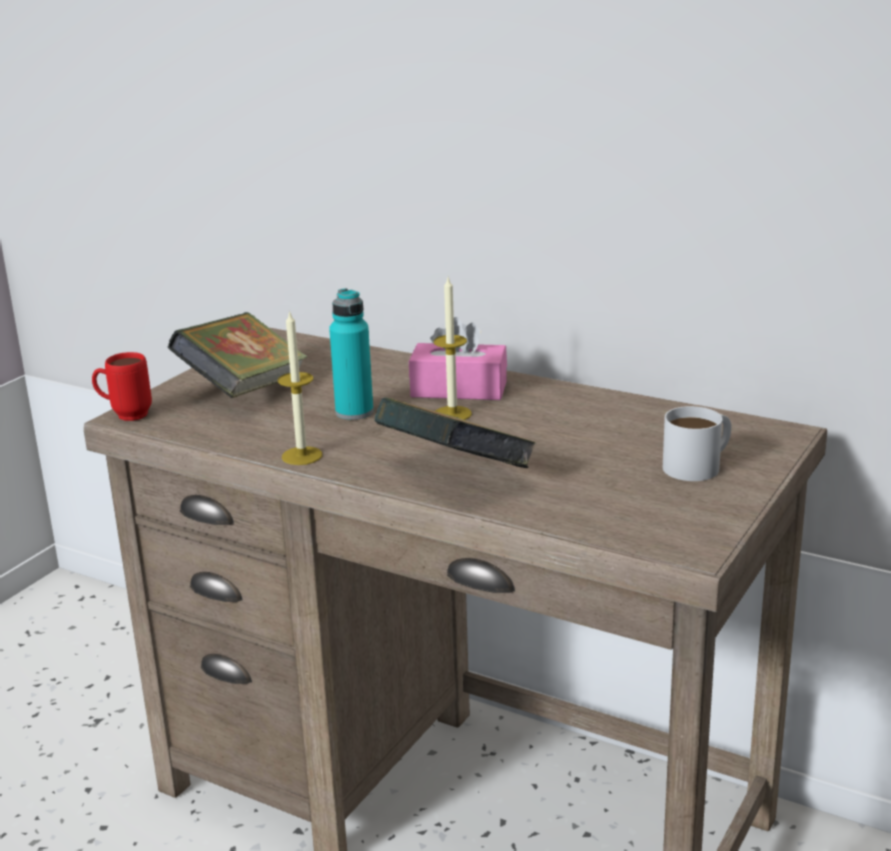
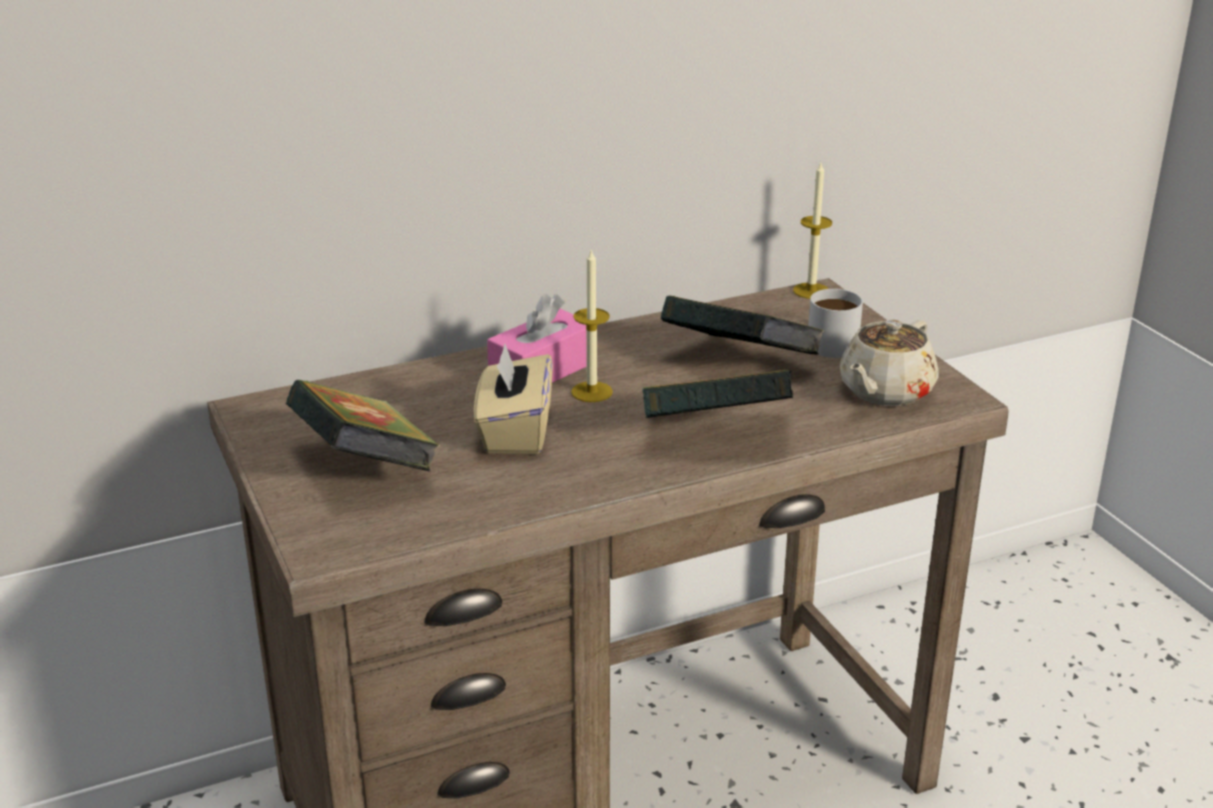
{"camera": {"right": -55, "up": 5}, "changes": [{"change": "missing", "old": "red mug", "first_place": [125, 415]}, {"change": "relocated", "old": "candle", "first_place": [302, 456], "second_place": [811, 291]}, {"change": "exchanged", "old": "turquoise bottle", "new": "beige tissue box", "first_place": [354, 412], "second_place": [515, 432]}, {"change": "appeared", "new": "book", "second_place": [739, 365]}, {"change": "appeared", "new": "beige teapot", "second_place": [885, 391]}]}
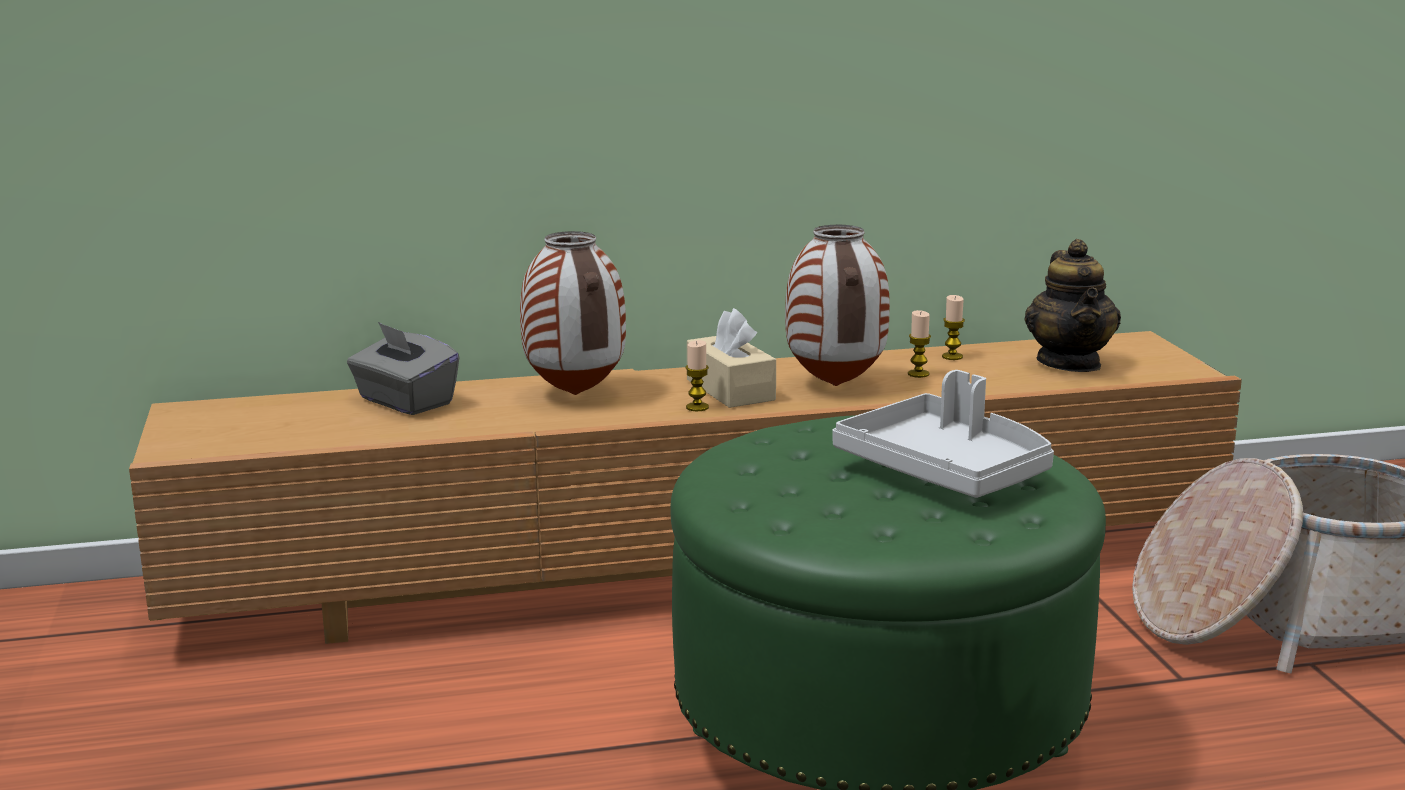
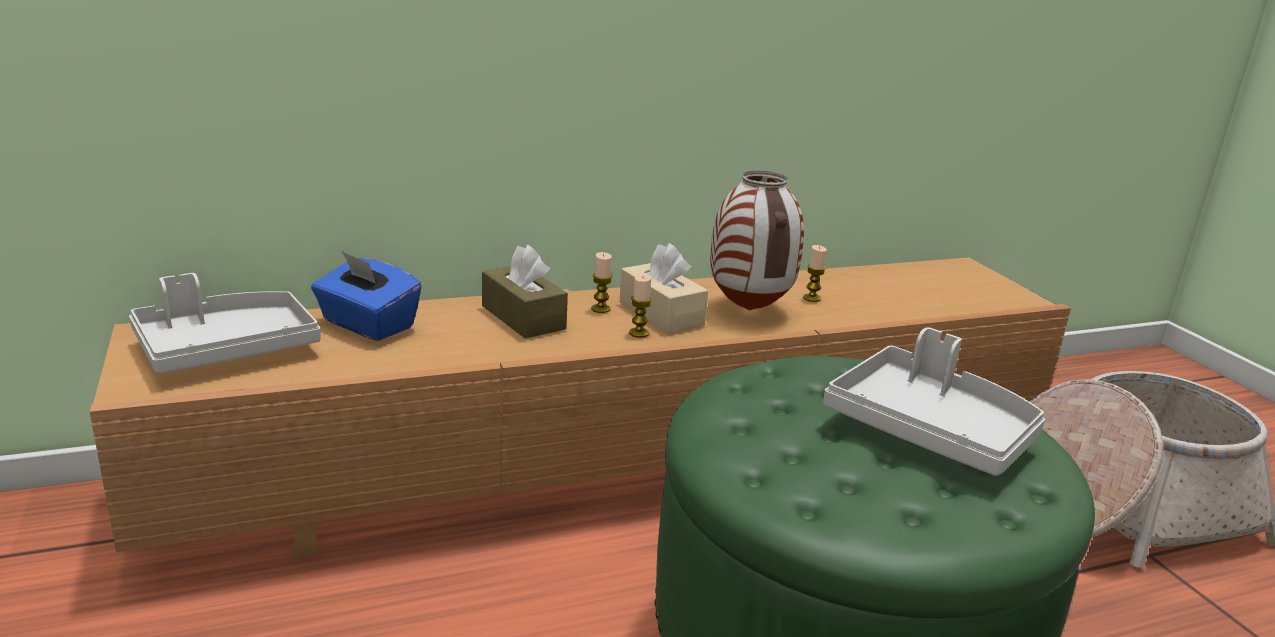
{"camera": {"right": -10, "up": 5}, "changes": [{"change": "colour", "old": "grey tissue box", "new": "blue tissue box", "first_place": [404, 402], "second_place": [367, 325]}, {"change": "exchanged", "old": "vase", "new": "brown tissue box", "first_place": [573, 394], "second_place": [523, 317]}, {"change": "relocated", "old": "candle", "first_place": [952, 357], "second_place": [600, 309]}, {"change": "missing", "old": "teapot", "first_place": [1070, 363]}, {"change": "appeared", "new": "grey tray", "second_place": [226, 349]}]}
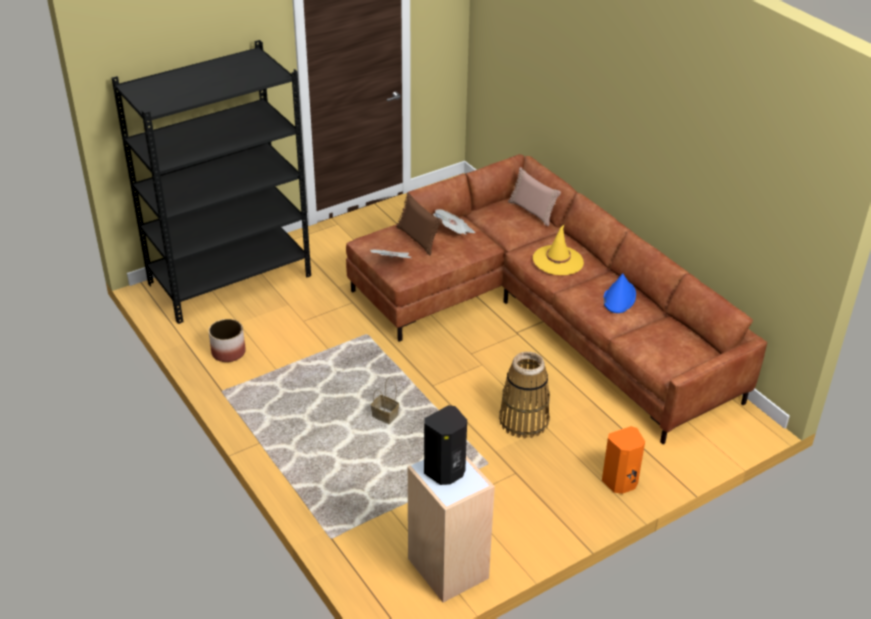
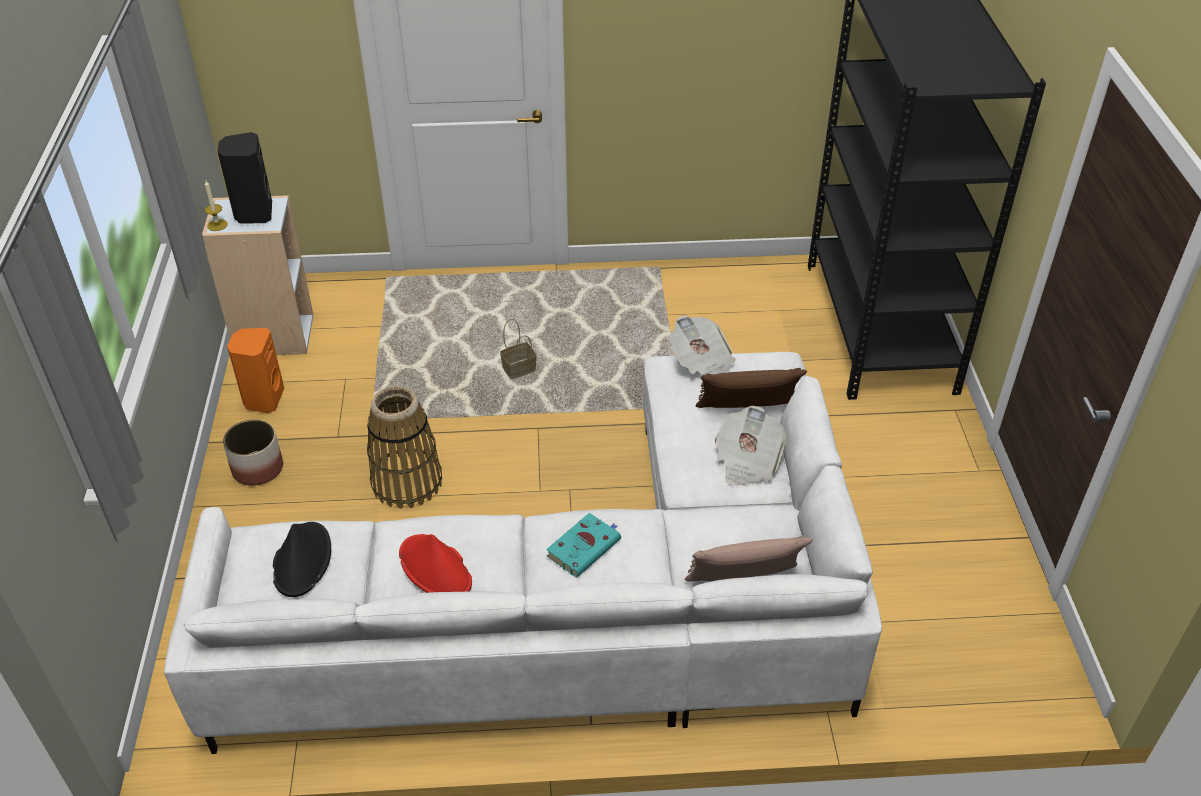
{"camera": {"right": 120, "up": 5}, "changes": [{"change": "relocated", "old": "planter", "first_place": [228, 352], "second_place": [258, 468]}, {"change": "colour", "old": "brown sofa", "new": "white sofa", "first_place": [545, 318], "second_place": [586, 610]}, {"change": "exchanged", "old": "yellow hat", "new": "turquoise book", "first_place": [558, 260], "second_place": [585, 547]}, {"change": "relocated", "old": "orange speaker", "first_place": [620, 483], "second_place": [263, 399]}, {"change": "colour", "old": "blue hat", "new": "red hat", "first_place": [619, 298], "second_place": [435, 569]}, {"change": "appeared", "new": "candle", "second_place": [217, 225]}, {"change": "appeared", "new": "black hat", "second_place": [302, 560]}]}
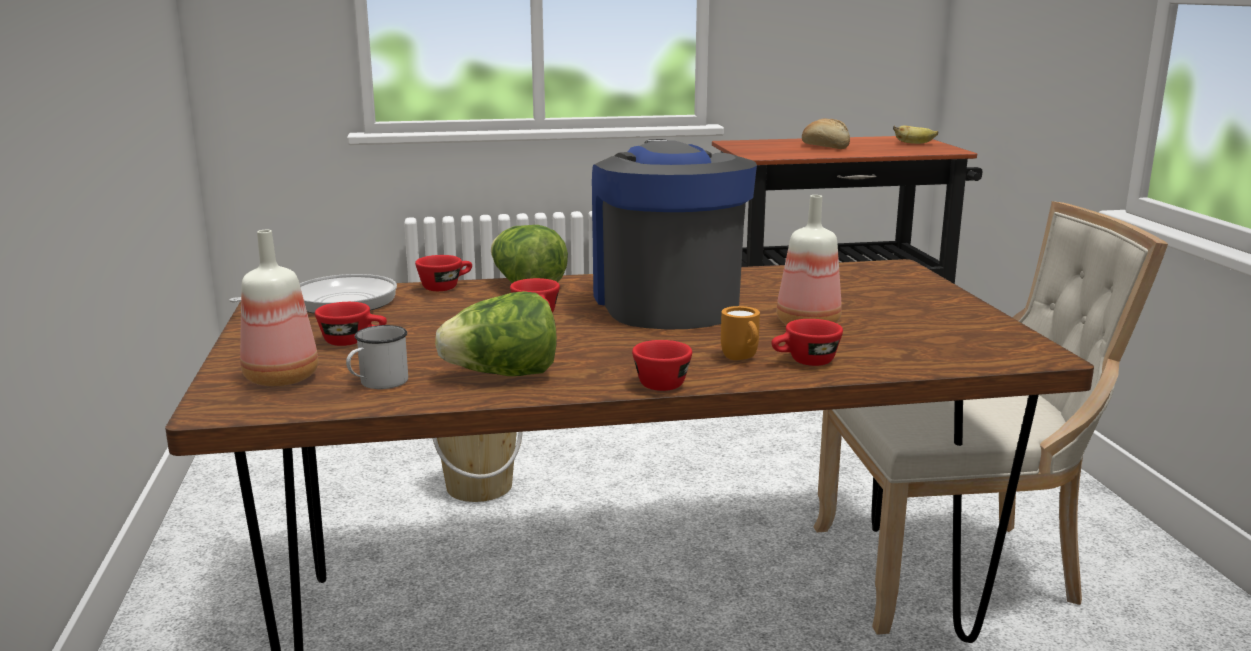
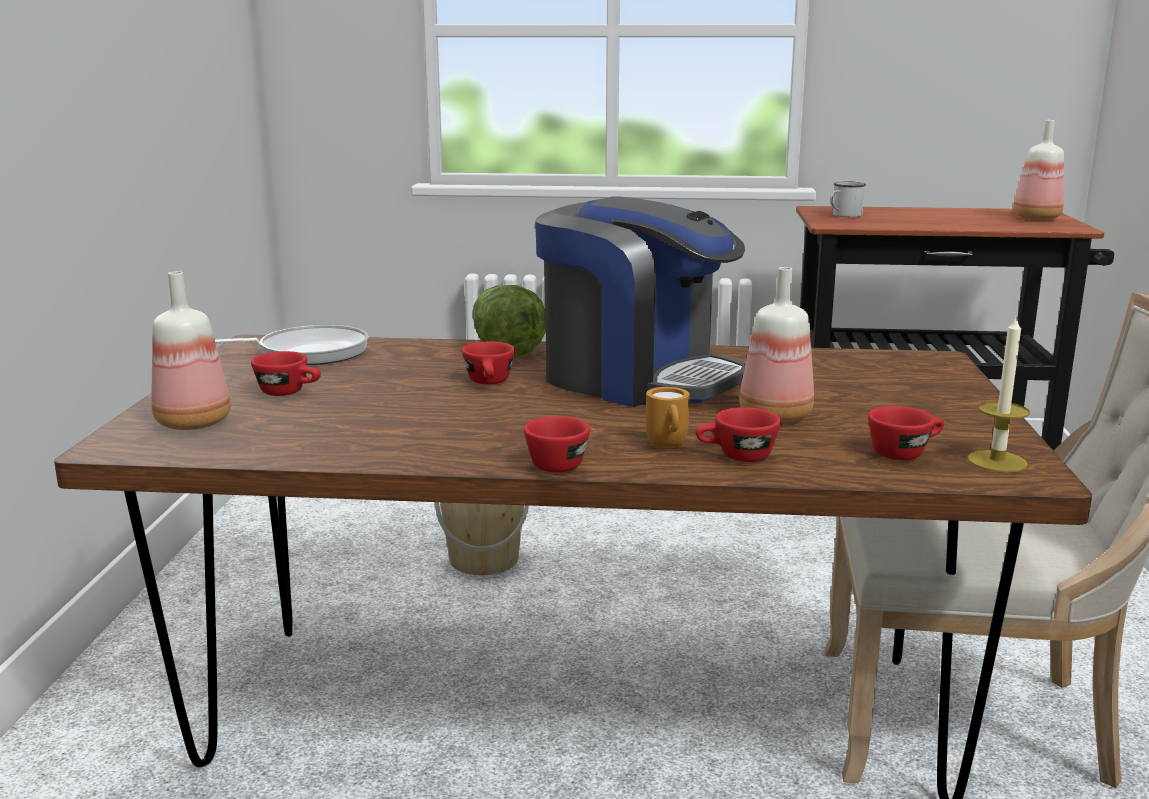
{"camera": {"right": 15, "up": 0}, "changes": [{"change": "relocated", "old": "white mug", "first_place": [378, 383], "second_place": [843, 215]}, {"change": "relocated", "old": "red cup", "first_place": [445, 287], "second_place": [904, 453]}, {"change": "missing", "old": "lettuce", "first_place": [503, 375]}, {"change": "spun", "old": "coffee machine", "first_place": [666, 302], "second_place": [637, 378], "degrees": 120}, {"change": "missing", "old": "bread", "first_place": [825, 146]}, {"change": "exchanged", "old": "banana", "new": "bottle", "first_place": [914, 143], "second_place": [1035, 218]}, {"change": "appeared", "new": "candle", "second_place": [997, 461]}]}
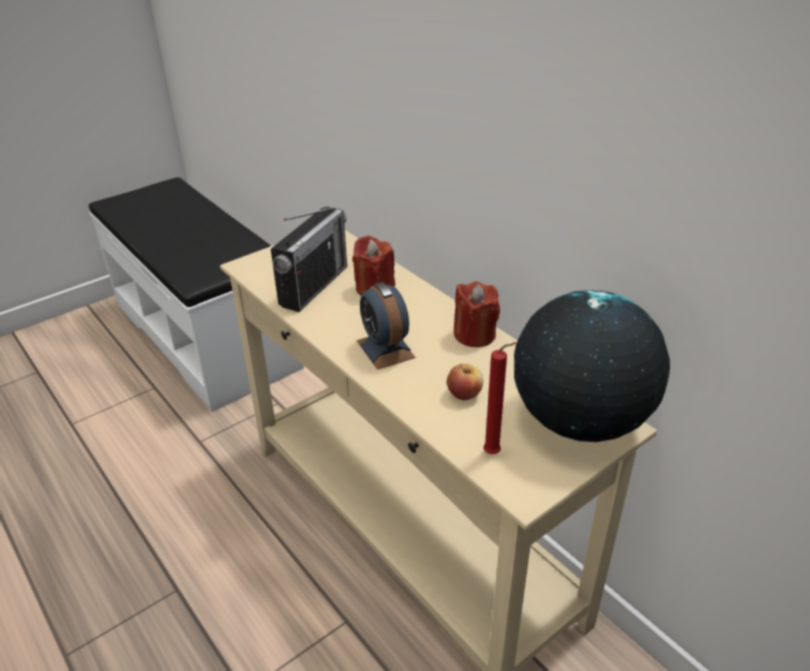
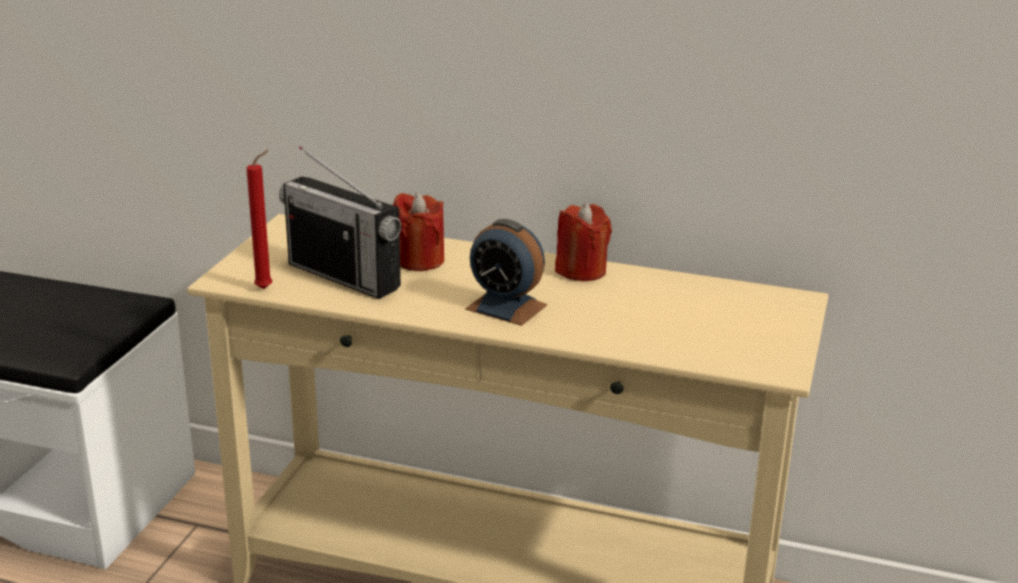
{"camera": {"right": -35, "up": -10}, "changes": [{"change": "spun", "old": "radio", "first_place": [314, 286], "second_place": [344, 276], "degrees": 135}, {"change": "missing", "old": "apple", "first_place": [464, 394]}, {"change": "relocated", "old": "red candle", "first_place": [494, 453], "second_place": [266, 288]}, {"change": "missing", "old": "globe", "first_place": [579, 421]}]}
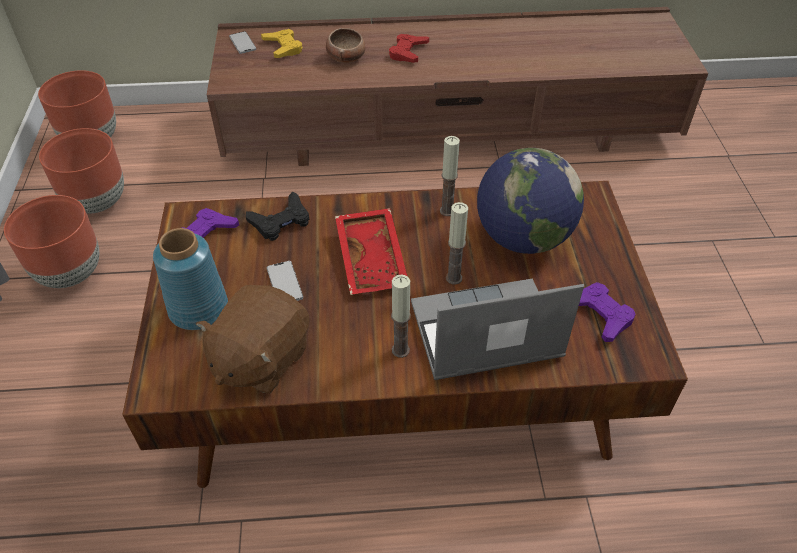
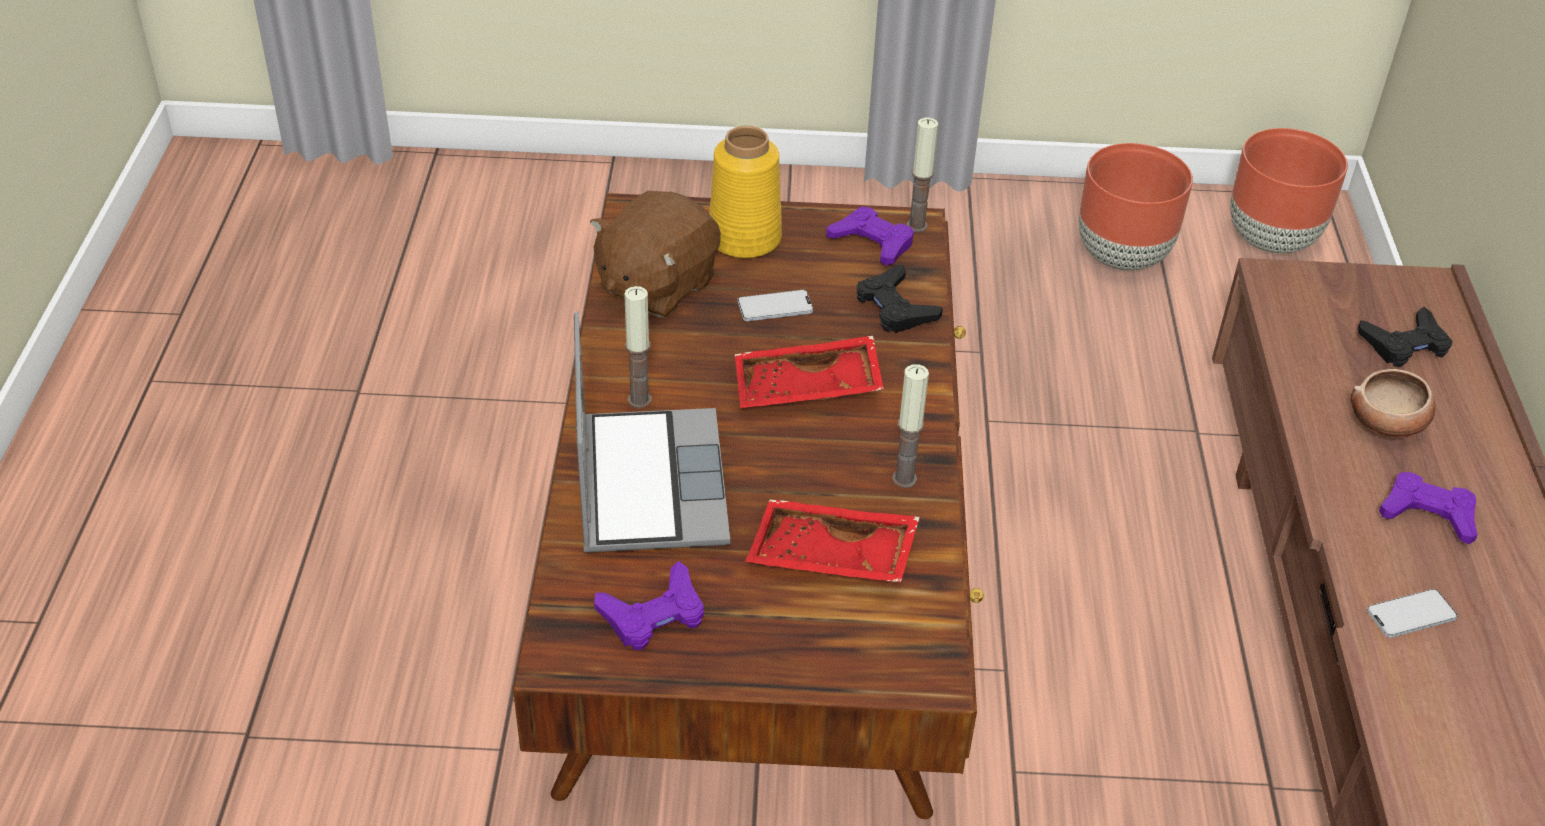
{"camera": {"right": 95, "up": -5}, "changes": [{"change": "missing", "old": "brown planter", "first_place": [70, 274]}, {"change": "colour", "old": "blue vase", "new": "yellow vase", "first_place": [199, 308], "second_place": [745, 239]}, {"change": "spun", "old": "brown plush toy", "first_place": [260, 358], "second_place": [656, 285], "degrees": -90}, {"change": "relocated", "old": "phone", "first_place": [242, 43], "second_place": [1411, 615]}, {"change": "colour", "old": "yellow game controller", "new": "black game controller", "first_place": [283, 47], "second_place": [1405, 344]}, {"change": "colour", "old": "red game controller", "new": "purple game controller", "first_place": [408, 52], "second_place": [1428, 514]}, {"change": "relocated", "old": "candle", "first_place": [454, 278], "second_place": [917, 225]}, {"change": "exchanged", "old": "globe", "new": "red tray", "first_place": [522, 238], "second_place": [831, 558]}]}
